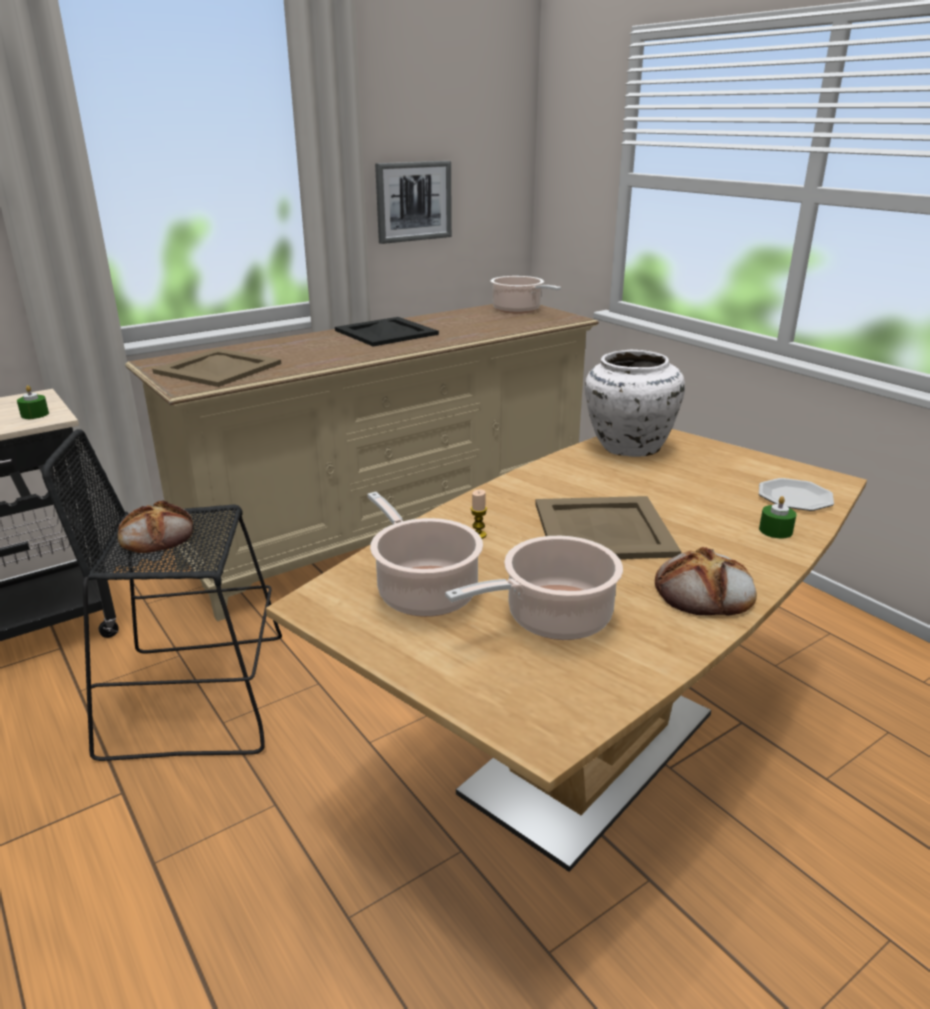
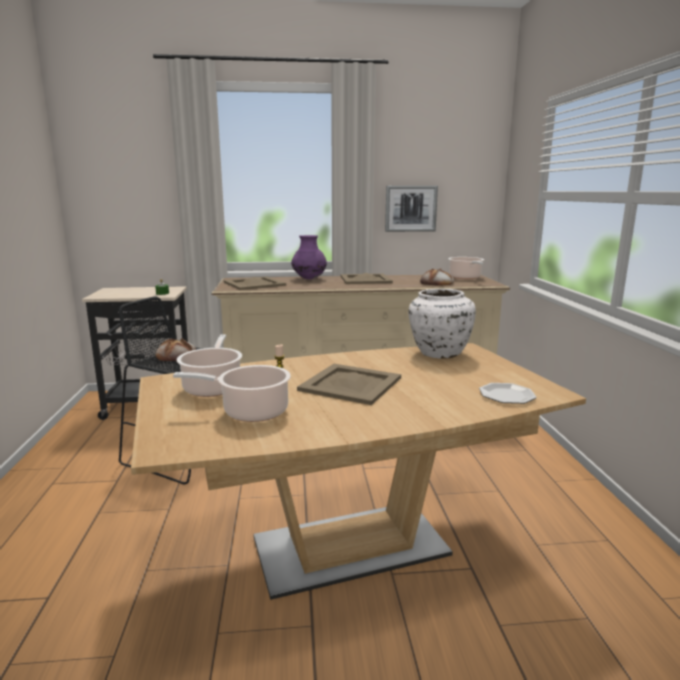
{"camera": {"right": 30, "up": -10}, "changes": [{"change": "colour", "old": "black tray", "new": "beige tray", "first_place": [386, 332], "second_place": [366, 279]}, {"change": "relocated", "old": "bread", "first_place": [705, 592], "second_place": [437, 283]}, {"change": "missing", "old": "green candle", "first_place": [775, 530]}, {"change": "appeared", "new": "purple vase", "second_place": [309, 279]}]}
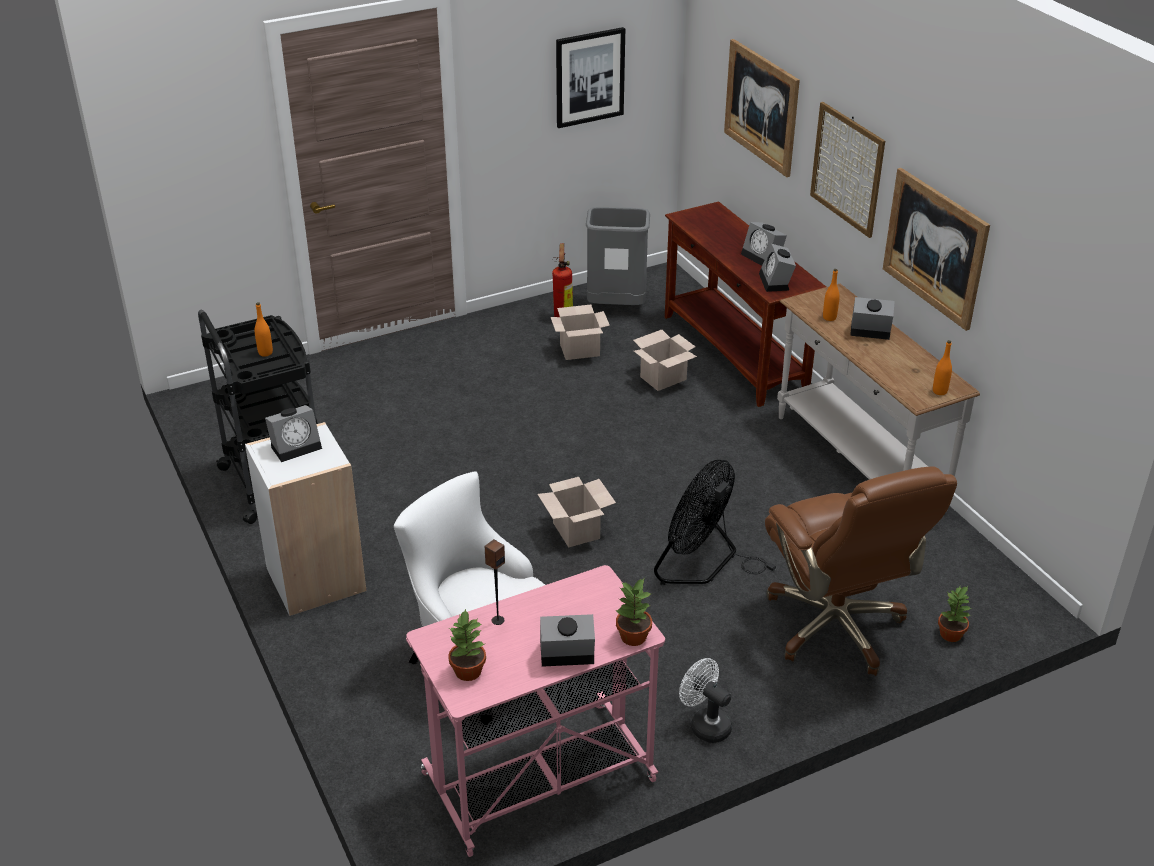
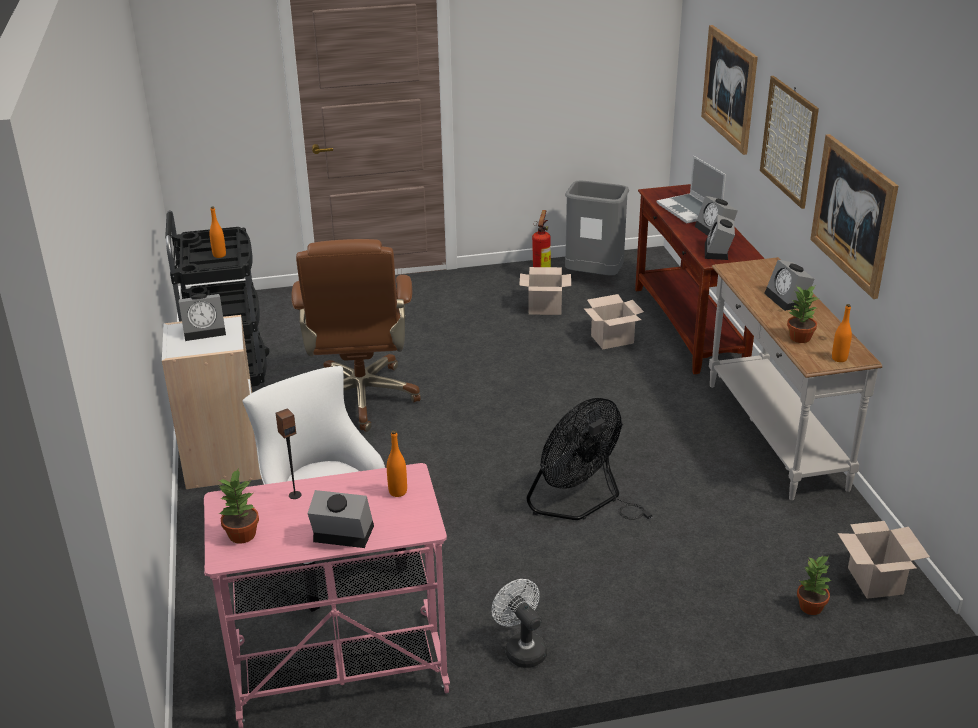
{"camera": {"right": 15, "up": -5}, "changes": [{"change": "relocated", "old": "cardboard box", "first_place": [577, 531], "second_place": [876, 581]}, {"change": "missing", "old": "picture", "first_place": [589, 77]}, {"change": "relocated", "old": "potted plant", "first_place": [632, 637], "second_place": [799, 338]}, {"change": "relocated", "old": "brown office chair", "first_place": [835, 630], "second_place": [360, 400]}, {"change": "relocated", "old": "orange bottle", "first_place": [829, 317], "second_place": [398, 492]}, {"change": "spun", "old": "alarm clock", "first_place": [868, 332], "second_place": [788, 300], "degrees": -135}, {"change": "appeared", "new": "laptop", "second_place": [690, 210]}]}
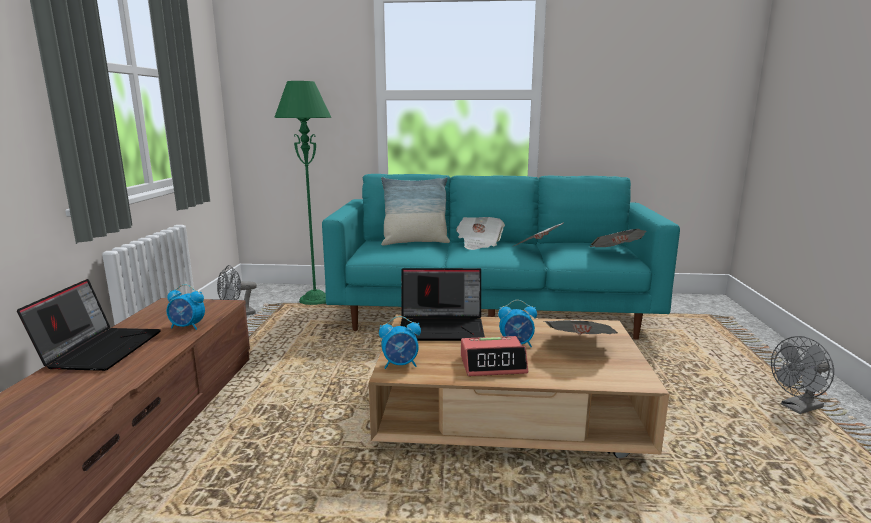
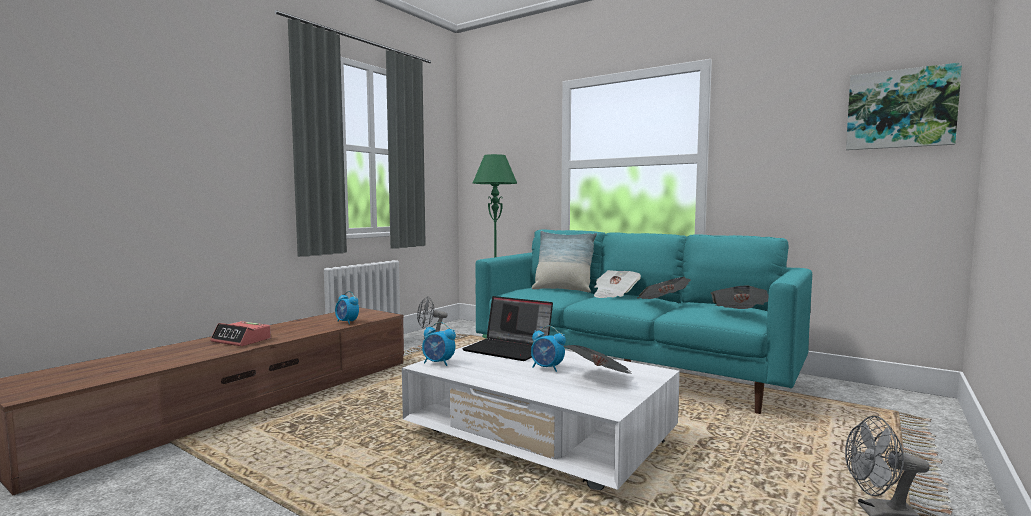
{"camera": {"right": 30, "up": -10}, "changes": [{"change": "missing", "old": "laptop", "first_place": [100, 349]}, {"change": "colour", "old": "brown coffee table", "new": "white coffee table", "first_place": [507, 415], "second_place": [539, 436]}, {"change": "relocated", "old": "alarm clock", "first_place": [493, 364], "second_place": [241, 340]}, {"change": "appeared", "new": "picture", "second_place": [900, 109]}]}
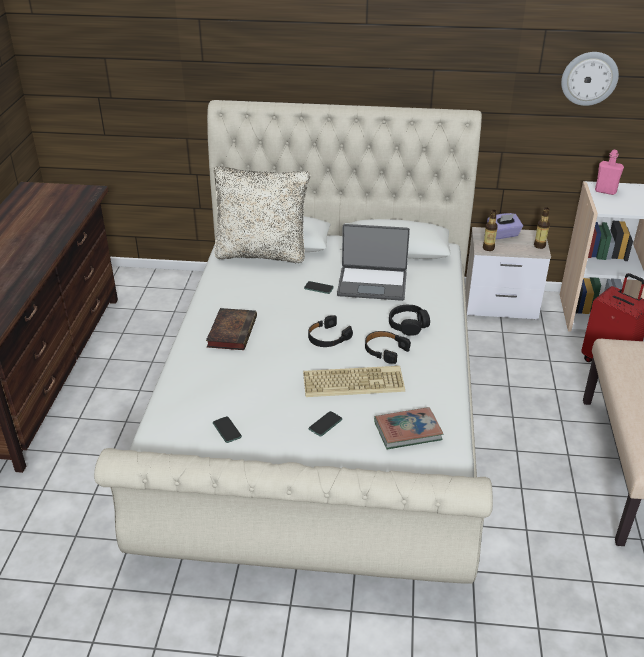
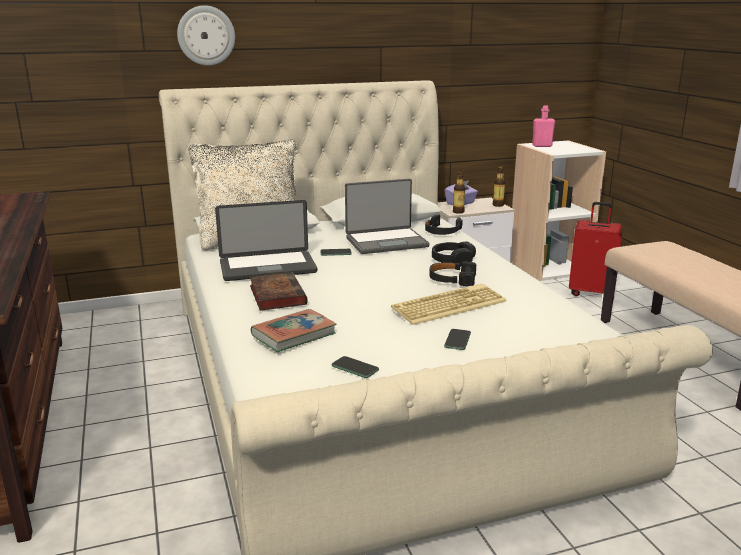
{"camera": {"right": -25, "up": -15}, "changes": [{"change": "relocated", "old": "black headphones", "first_place": [328, 337], "second_place": [442, 231]}, {"change": "relocated", "old": "book", "first_place": [407, 431], "second_place": [294, 335]}, {"change": "relocated", "old": "wall clock", "first_place": [589, 78], "second_place": [206, 35]}, {"change": "appeared", "new": "laptop", "second_place": [267, 267]}]}
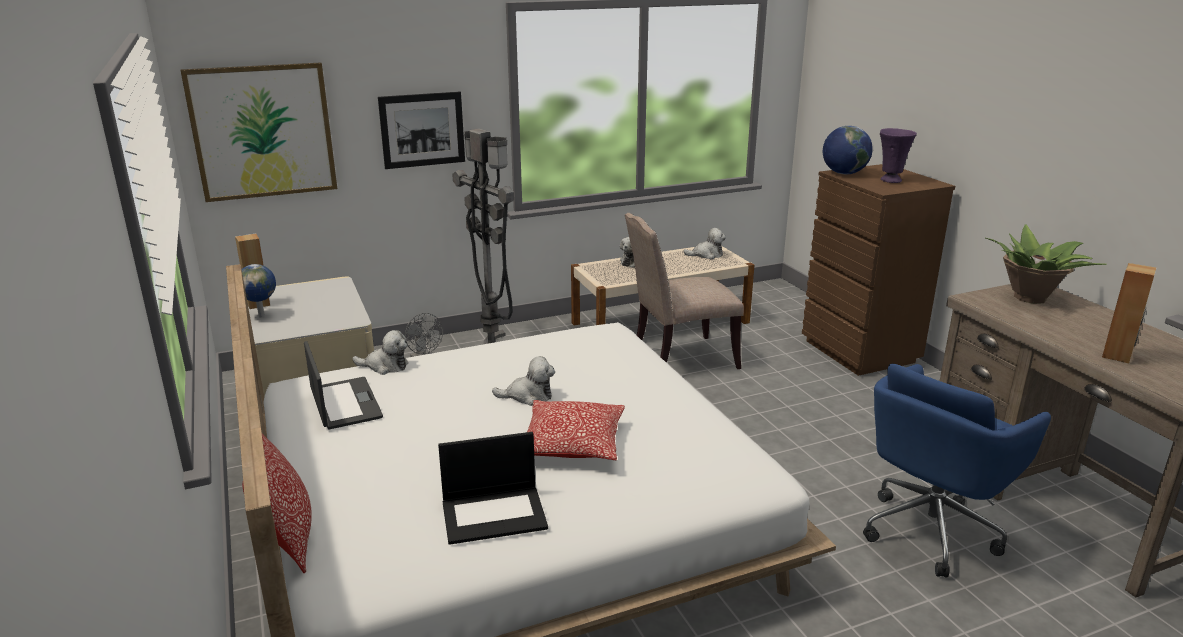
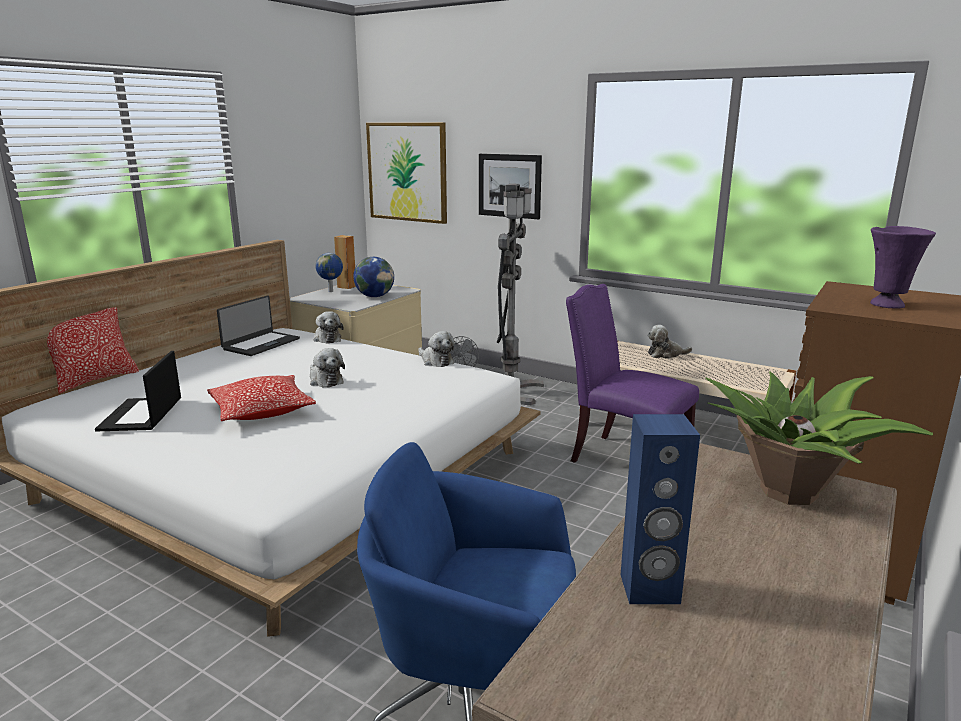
{"camera": {"right": 55, "up": -5}, "changes": [{"change": "spun", "old": "laptop", "first_place": [495, 514], "second_place": [141, 415], "degrees": 45}, {"change": "colour", "old": "beige chair", "new": "purple chair", "first_place": [679, 359], "second_place": [625, 460]}, {"change": "relocated", "old": "plush toy", "first_place": [706, 255], "second_place": [436, 361]}, {"change": "relocated", "old": "globe", "first_place": [844, 173], "second_place": [374, 296]}, {"change": "colour", "old": "brown speaker", "new": "blue speaker", "first_place": [1117, 355], "second_place": [650, 589]}]}
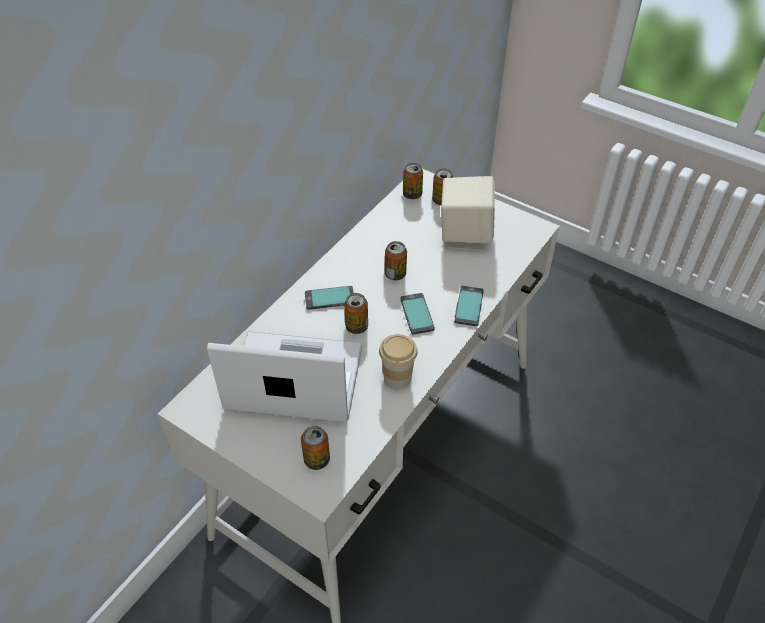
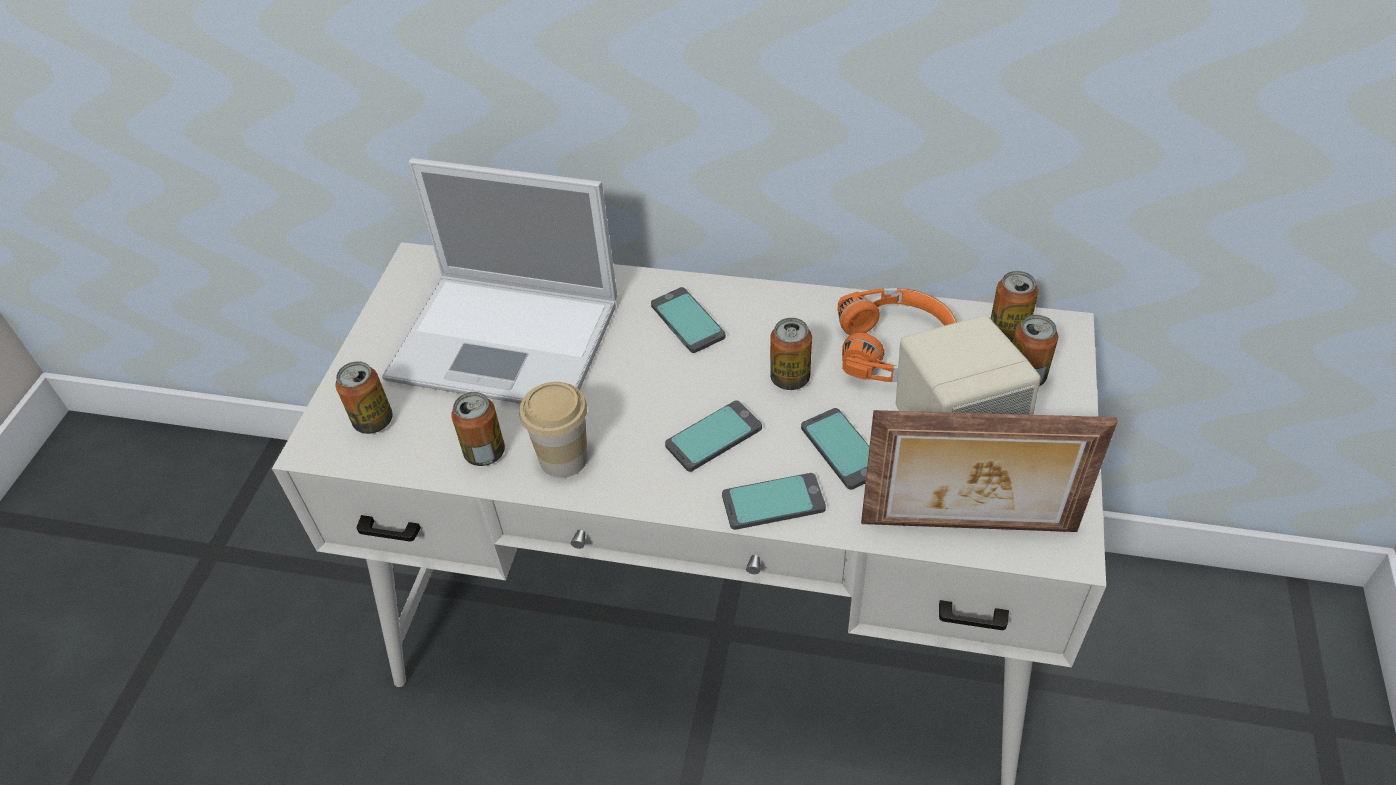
{"camera": {"right": 70, "up": 0}, "changes": [{"change": "spun", "old": "laptop", "first_place": [292, 378], "second_place": [509, 340], "degrees": 120}, {"change": "relocated", "old": "can", "first_place": [356, 327], "second_place": [485, 452]}, {"change": "appeared", "new": "phone", "second_place": [843, 449]}, {"change": "appeared", "new": "orange headphones", "second_place": [896, 348]}, {"change": "appeared", "new": "picture frame", "second_place": [968, 529]}]}
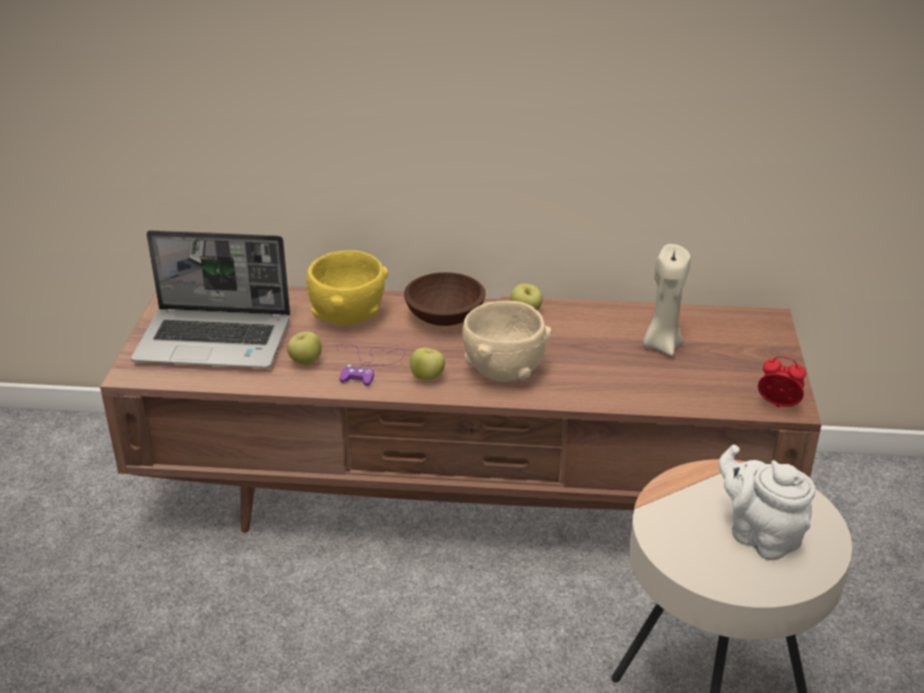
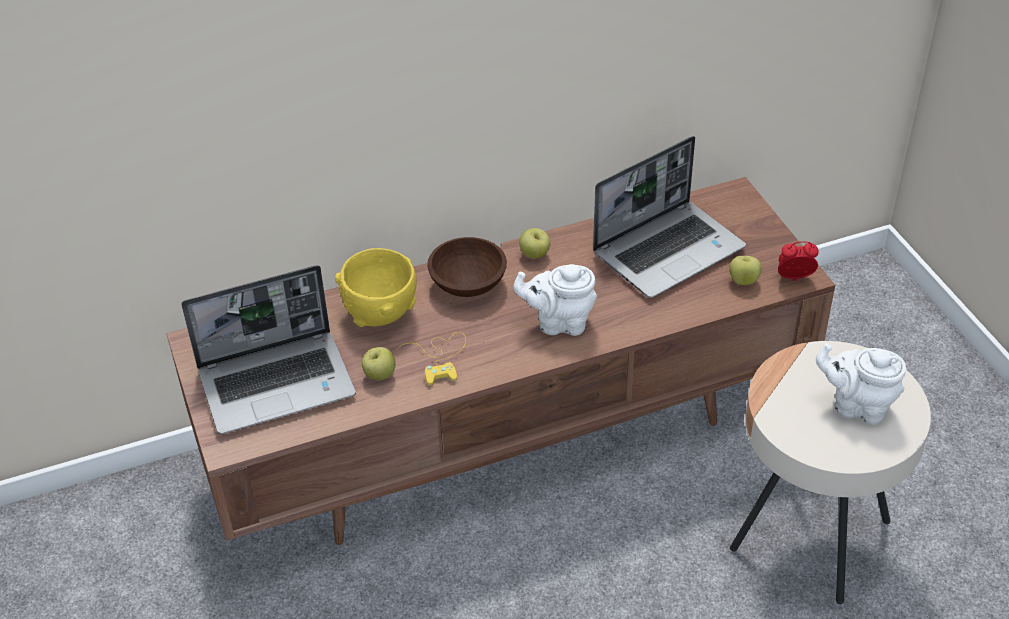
{"camera": {"right": -25, "up": 10}, "changes": [{"change": "colour", "old": "purple game controller", "new": "yellow game controller", "first_place": [370, 365], "second_place": [440, 357]}, {"change": "relocated", "old": "apple", "first_place": [427, 377], "second_place": [743, 281]}, {"change": "exchanged", "old": "beige bowl", "new": "white teapot", "first_place": [504, 371], "second_place": [559, 322]}, {"change": "exchanged", "old": "beige candle", "new": "laptop", "first_place": [661, 345], "second_place": [669, 250]}]}
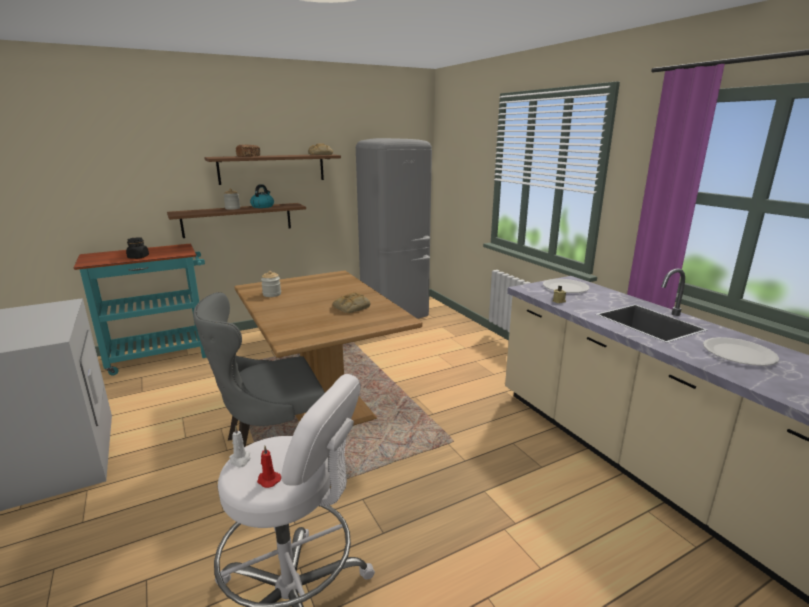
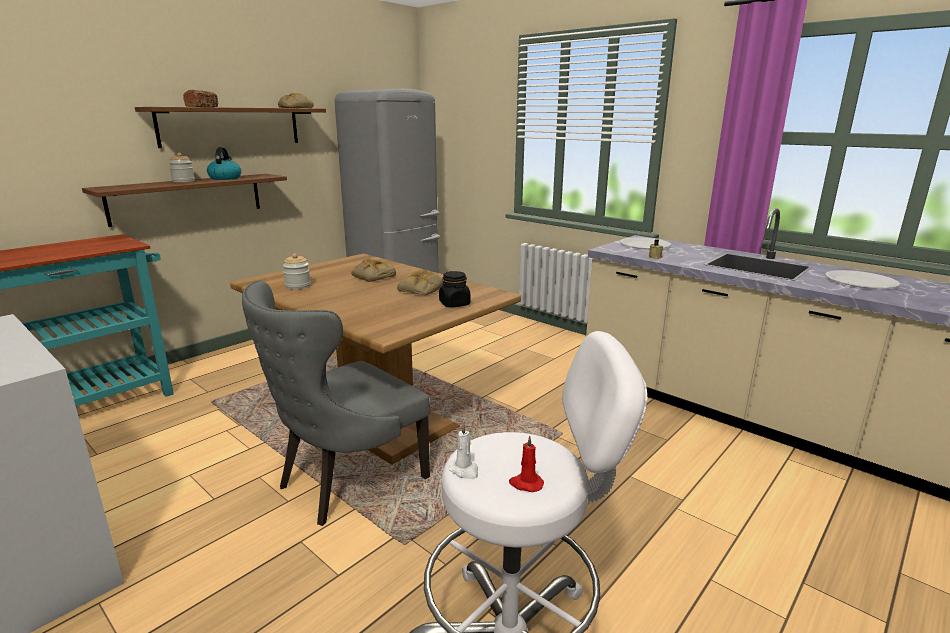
{"camera": {"right": -20, "up": 0}, "changes": [{"change": "relocated", "old": "black jar", "first_place": [138, 257], "second_place": [454, 304]}, {"change": "appeared", "new": "bread", "second_place": [372, 276]}]}
